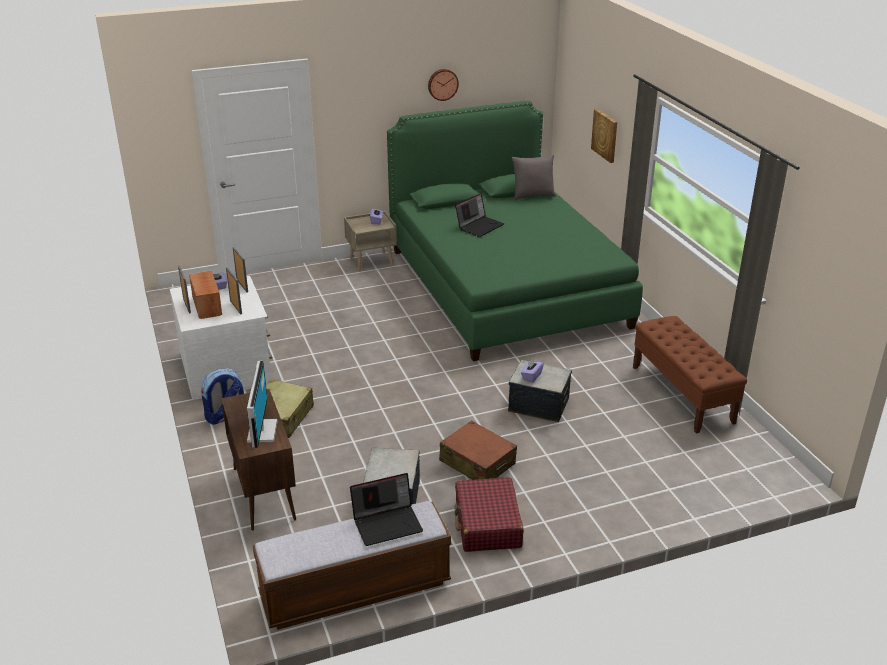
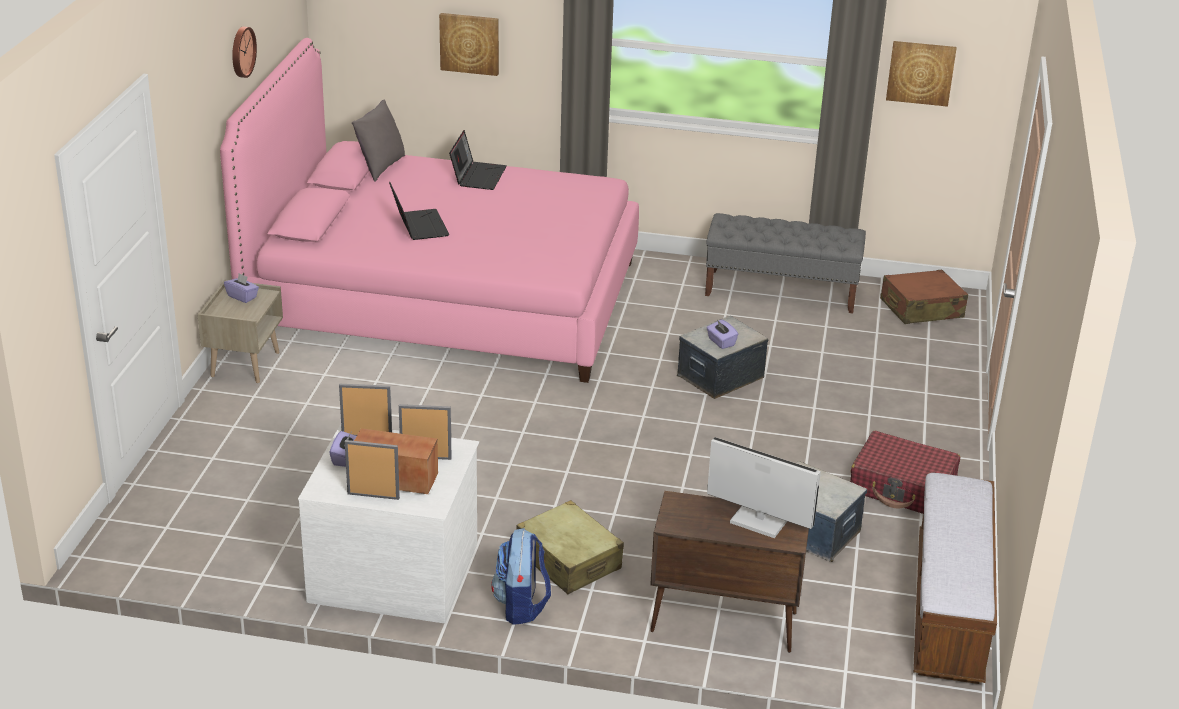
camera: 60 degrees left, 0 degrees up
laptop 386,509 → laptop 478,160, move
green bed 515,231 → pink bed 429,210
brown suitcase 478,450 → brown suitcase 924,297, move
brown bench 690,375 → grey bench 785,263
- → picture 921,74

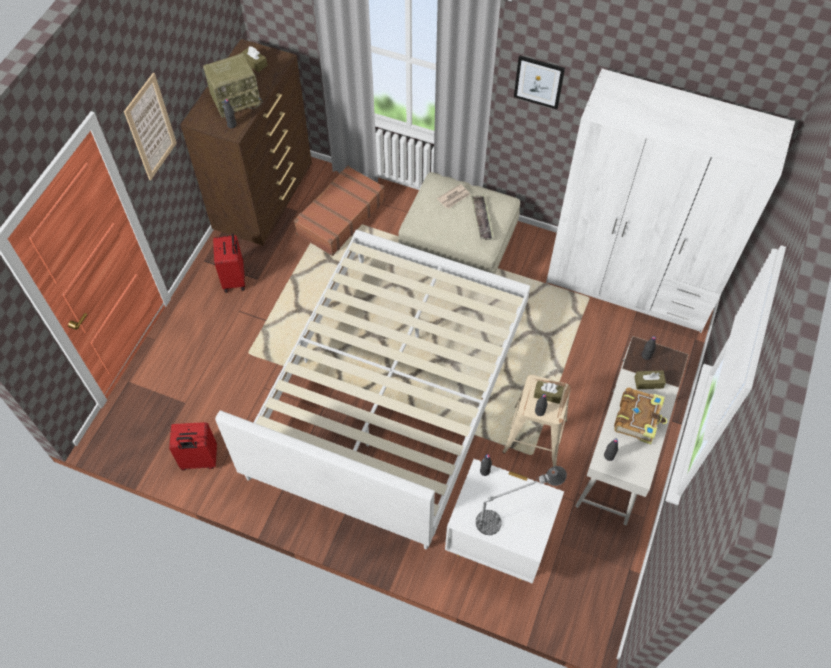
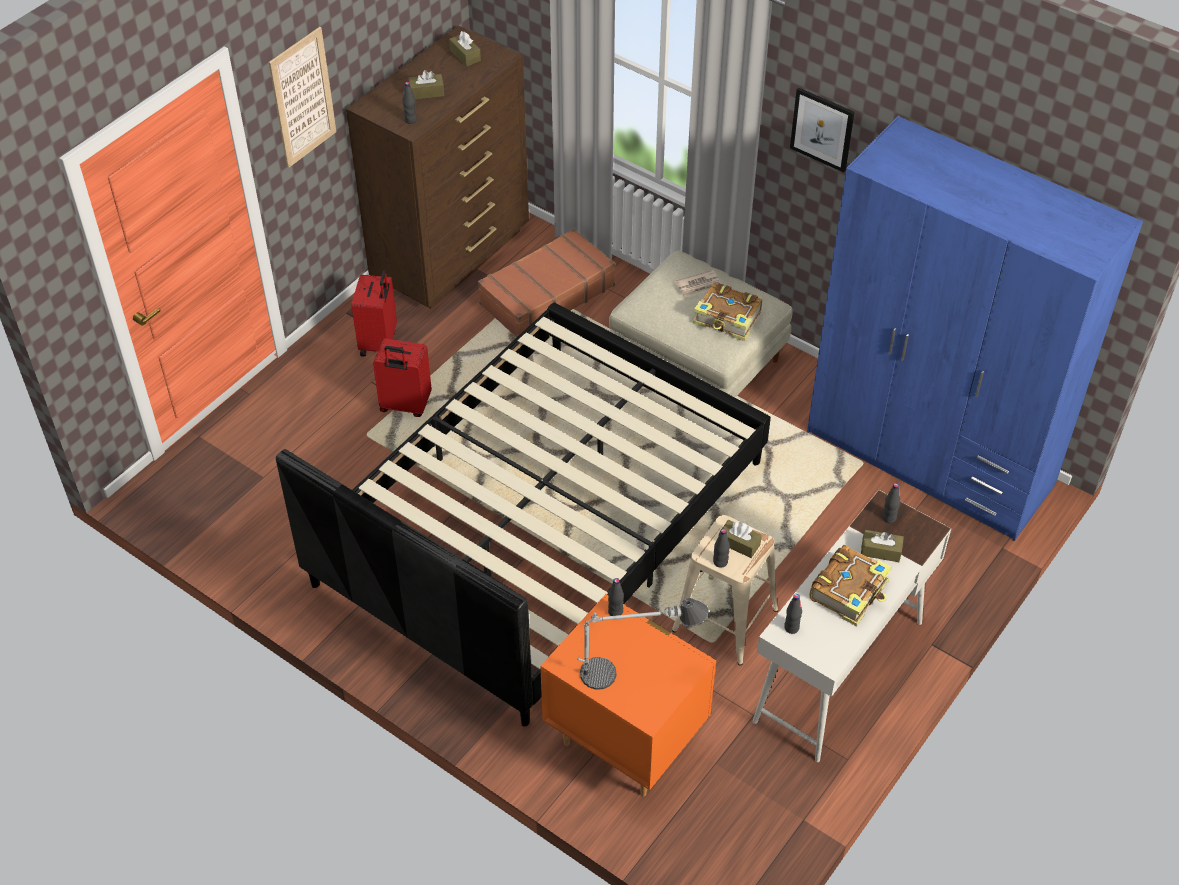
camera: 15 degrees right, 10 degrees down
red suitcase 193,446 → red suitcase 402,378, move
radio 233,85 → brown tissue box 426,84
white bed 372,389 → black bed 523,514
white nightstand 504,521 → orange nightstand 628,695
tray 482,217 → book 727,312
white wardrobe 670,200 → blue wardrobe 975,328

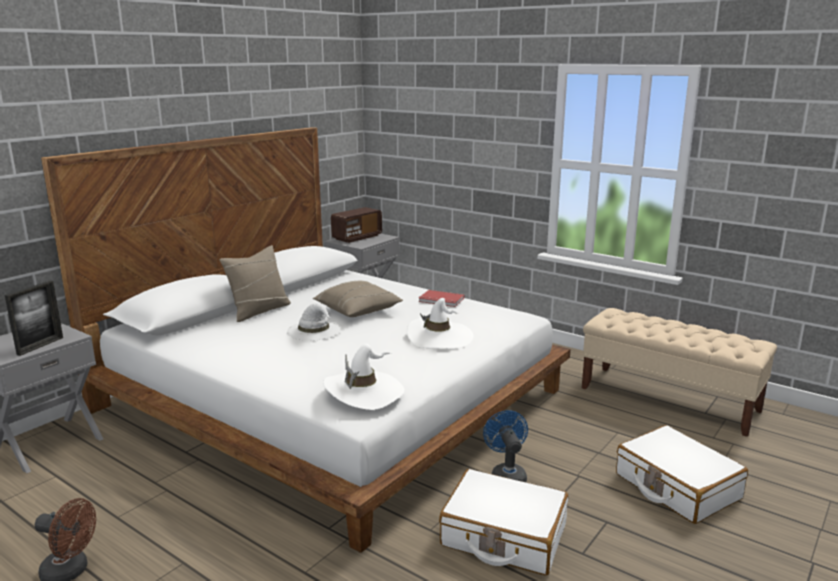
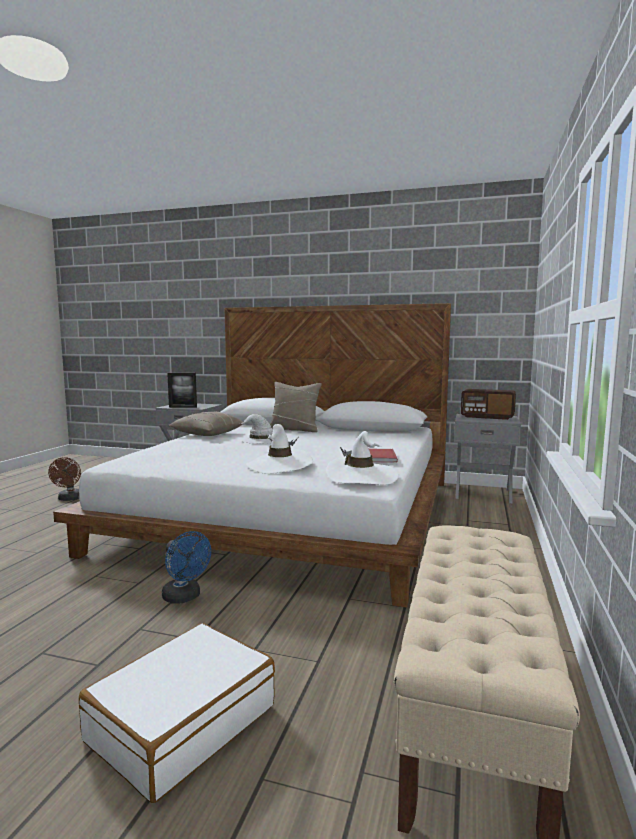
camera: 70 degrees right, 10 degrees down
beige pillow 358,298 → beige pillow 205,423, move
white hat 363,377 → white hat 362,458, move
white suitcase 503,522 → -
blue fan 505,446 → blue fan 186,567, 75 degrees clockwise

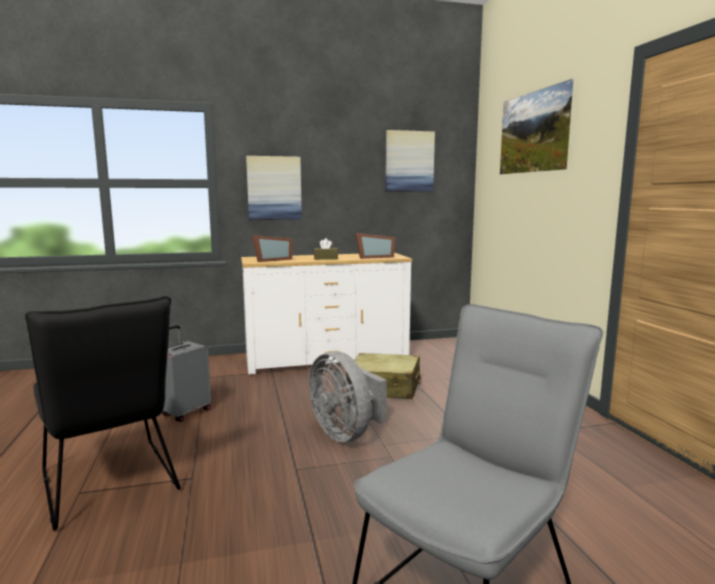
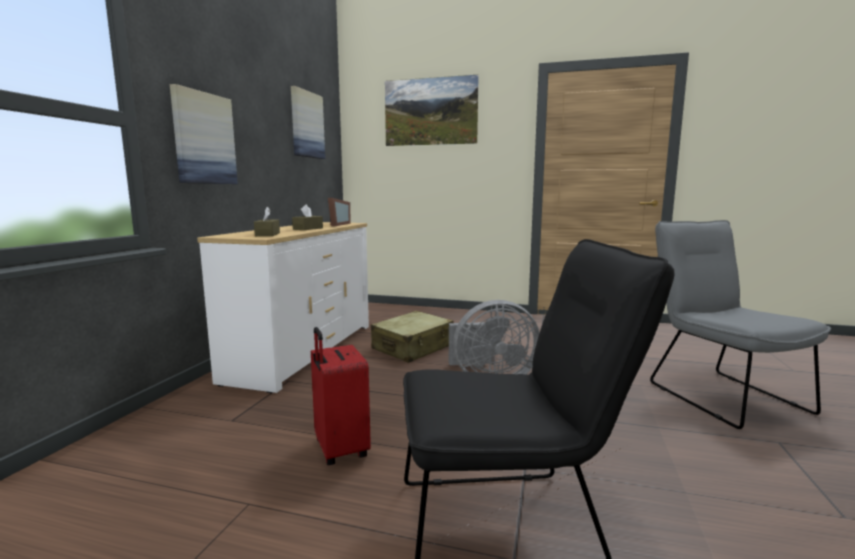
camera: 60 degrees left, 0 degrees up
grey suitcase 186,373 → red suitcase 341,396
picture frame 272,248 → brown tissue box 267,221

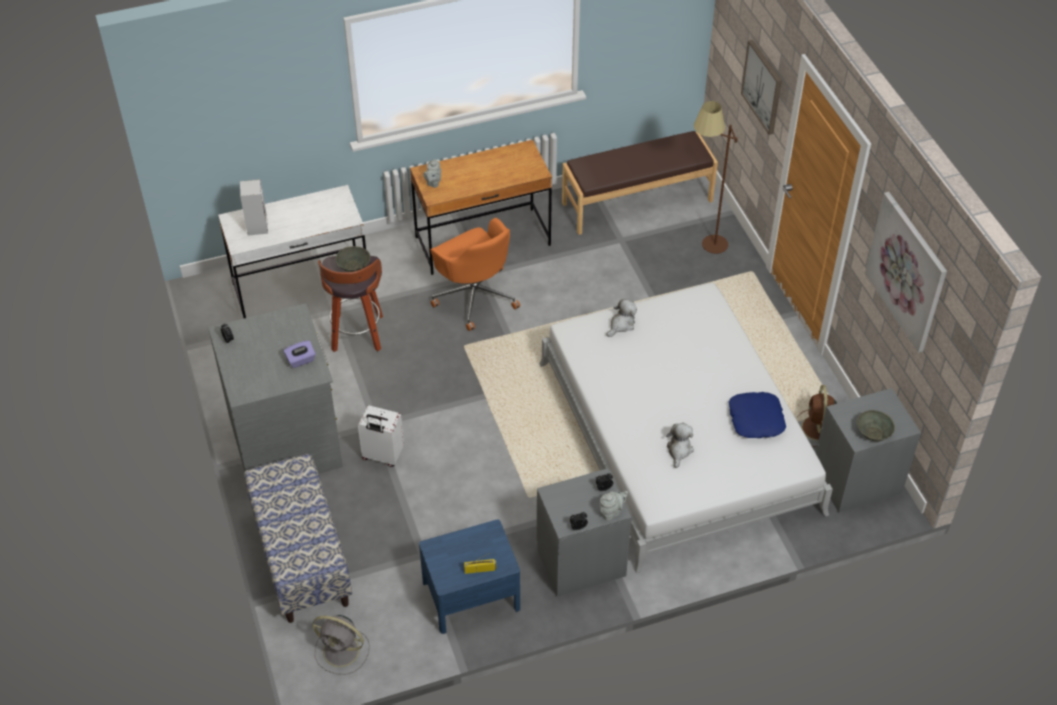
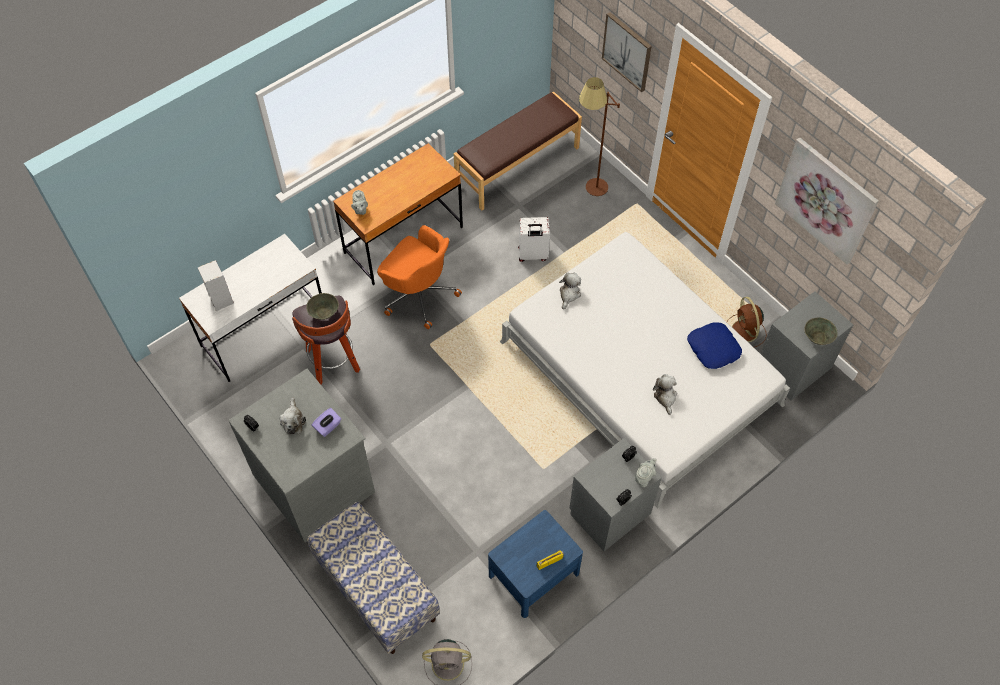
camera: 20 degrees left, 10 degrees up
white suitcase 381,436 → white suitcase 534,239, move
- → plush toy 292,416

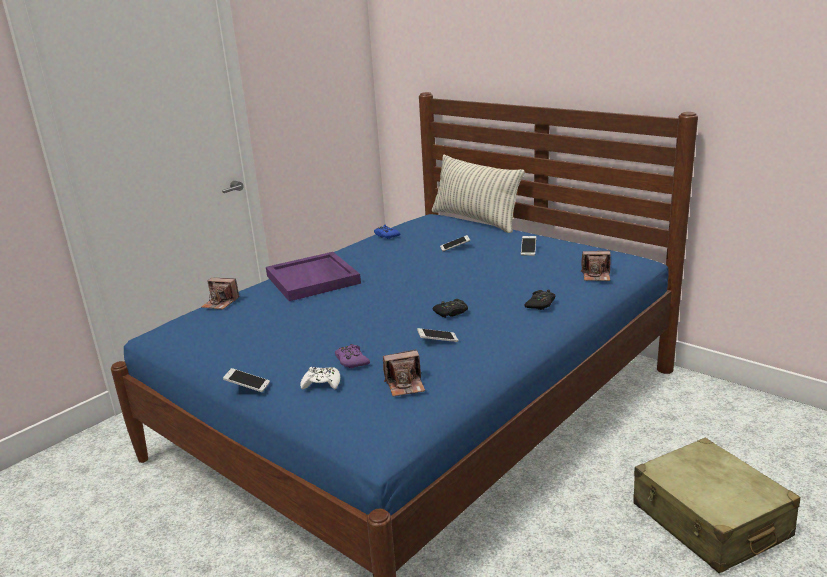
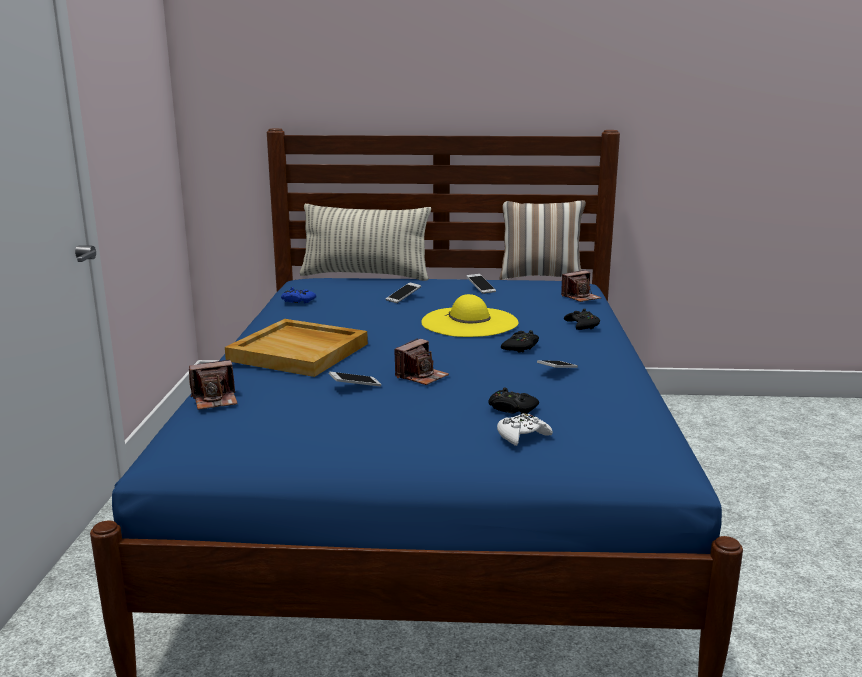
camera: 40 degrees left, 5 degrees down
phone 246,380 → phone 355,379, move
purple tray 313,276 → beige tray 296,348
purple game controller 352,356 → black game controller 513,401
photo camera 404,373 → photo camera 421,361, move
beige suitcase 716,505 → -
- → yellow hat 469,315
- → pillow 543,240

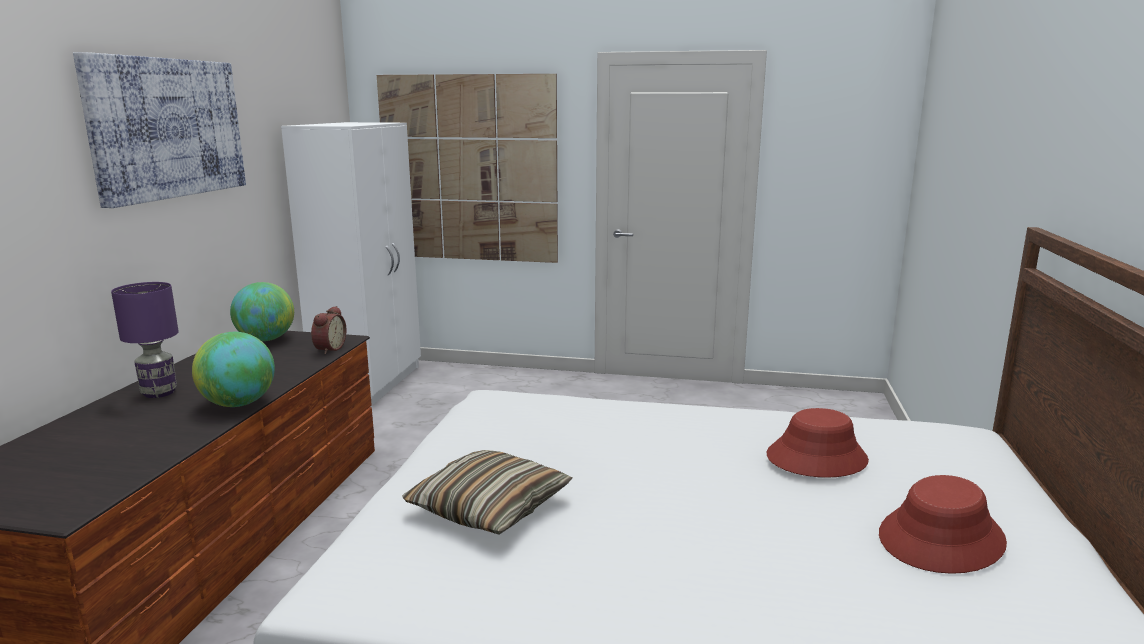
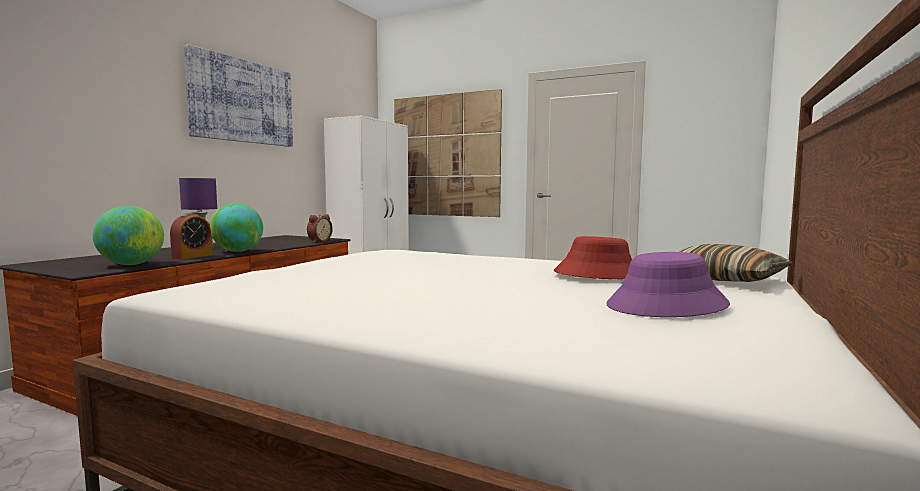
camera: 15 degrees right, 10 degrees down
globe 262,311 → globe 128,235, move
pillow 487,492 → pillow 735,263, move
red hat 943,524 → purple hat 668,284
- → alarm clock 191,236

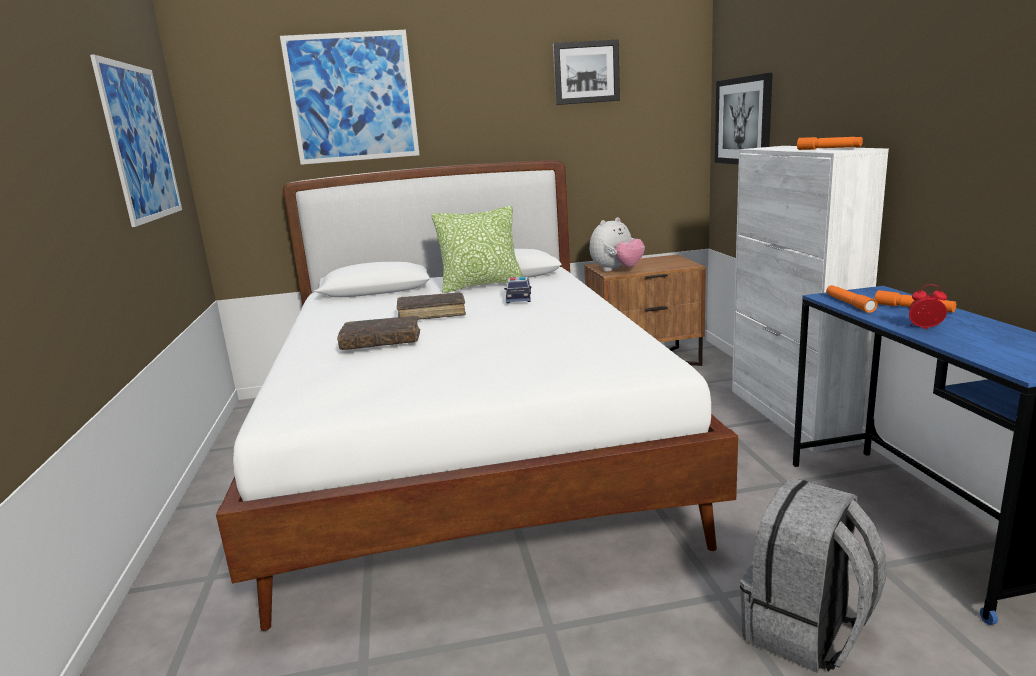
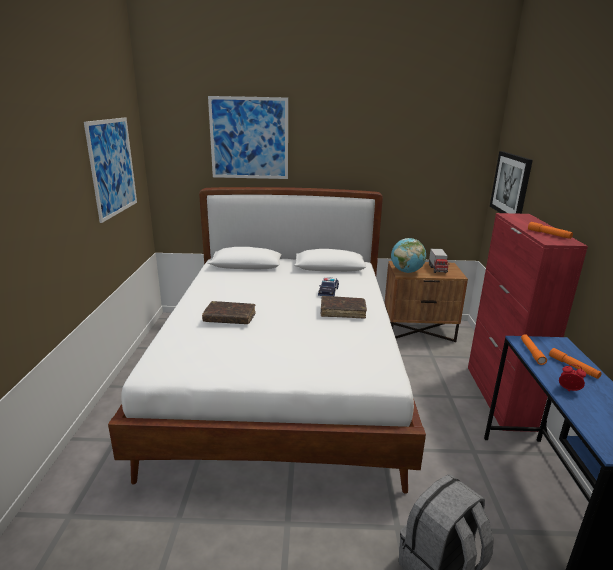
camera: 10 degrees right, 5 degrees up
brown book 431,306 → brown book 344,307, move
pillow 477,249 → -
picture 586,72 → -
plush toy 617,244 → globe 408,255
white cabinet 810,299 → red cabinet 528,322
- → toy truck 439,261

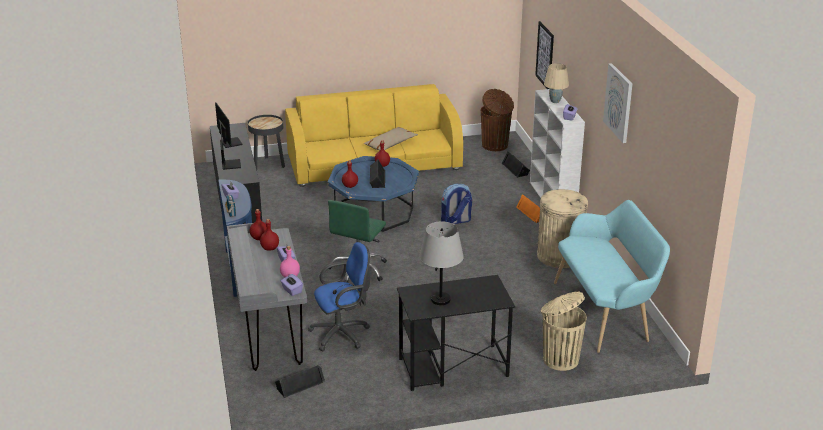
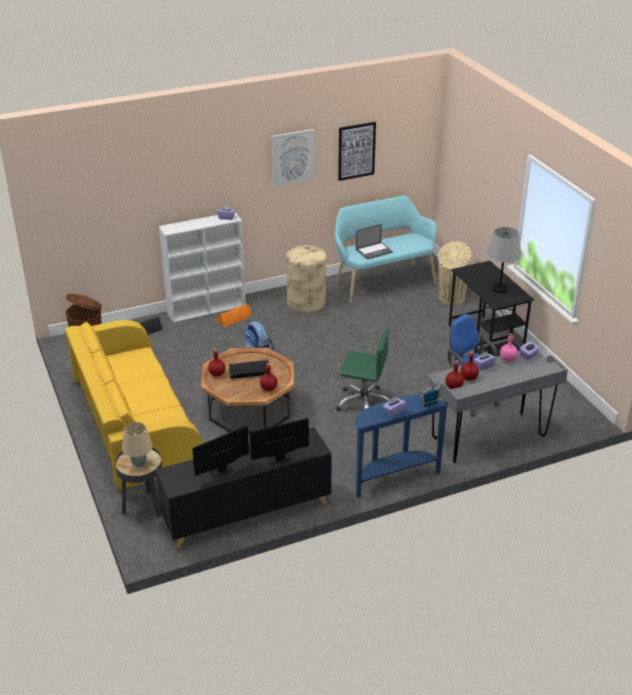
camera: 100 degrees left, 5 degrees up
black speaker 300,381 → -
blue coffee table 373,194 → brown coffee table 247,391
beige pillow 390,139 → -
picture 544,55 → picture 357,151, move
beige table lamp 556,83 → beige table lamp 137,444, move
- → laptop 374,242

